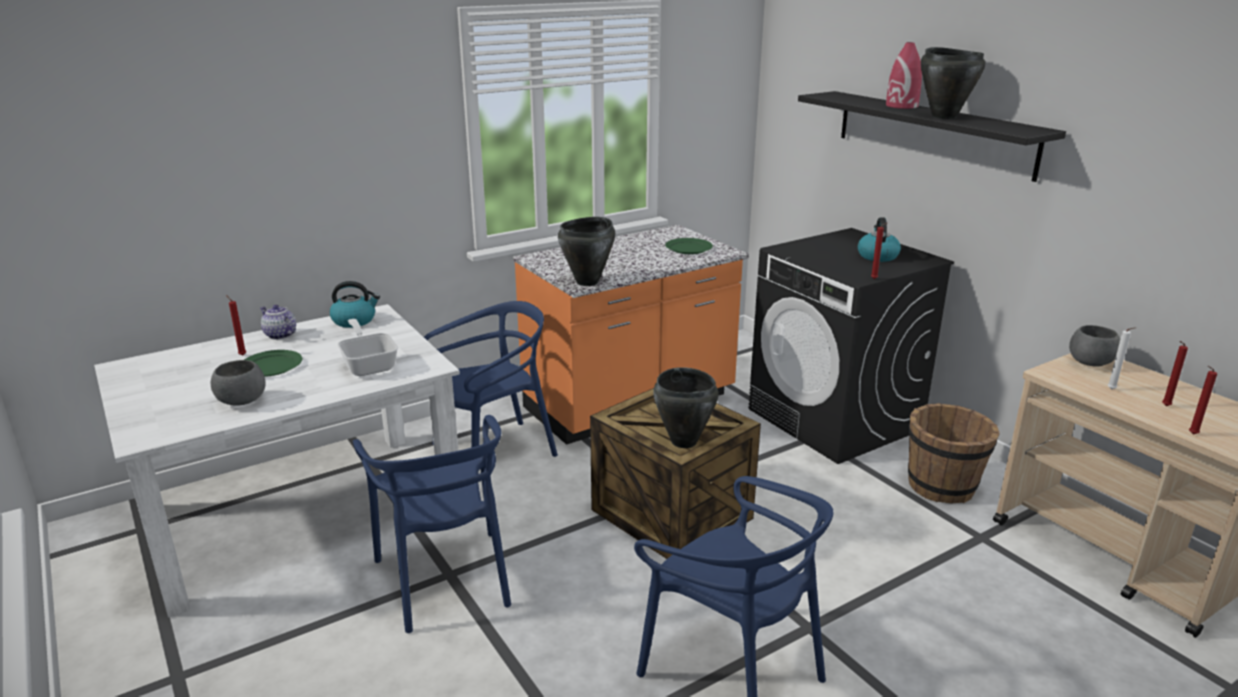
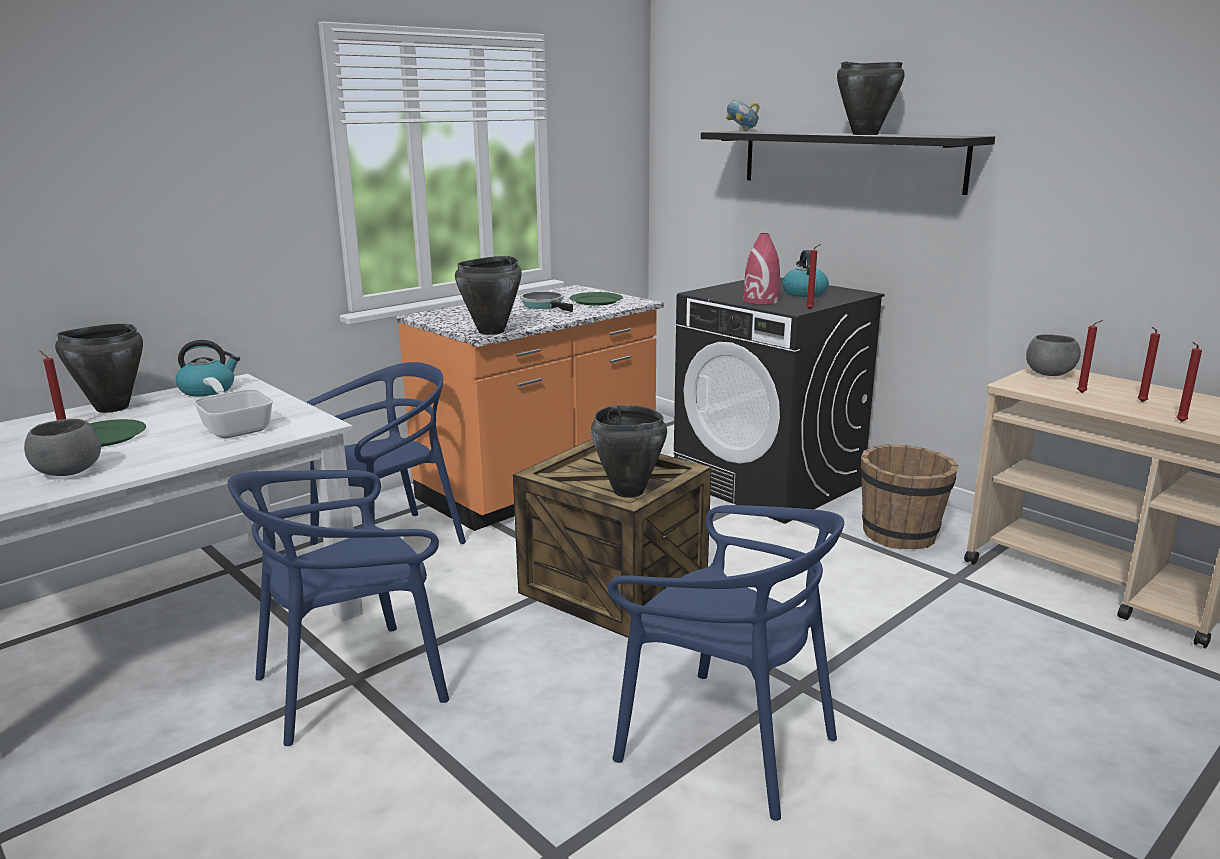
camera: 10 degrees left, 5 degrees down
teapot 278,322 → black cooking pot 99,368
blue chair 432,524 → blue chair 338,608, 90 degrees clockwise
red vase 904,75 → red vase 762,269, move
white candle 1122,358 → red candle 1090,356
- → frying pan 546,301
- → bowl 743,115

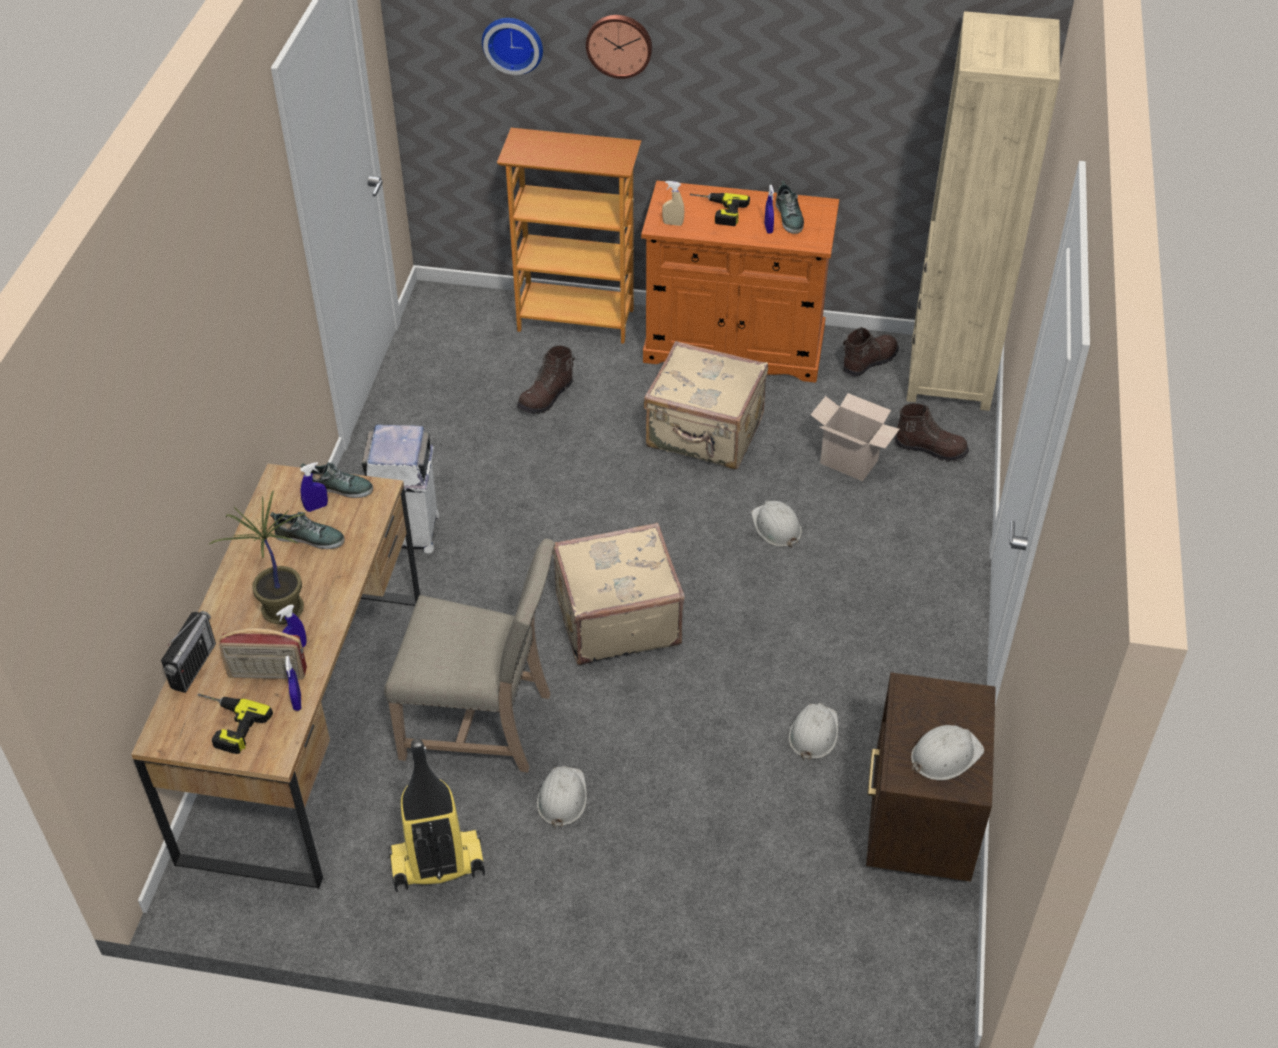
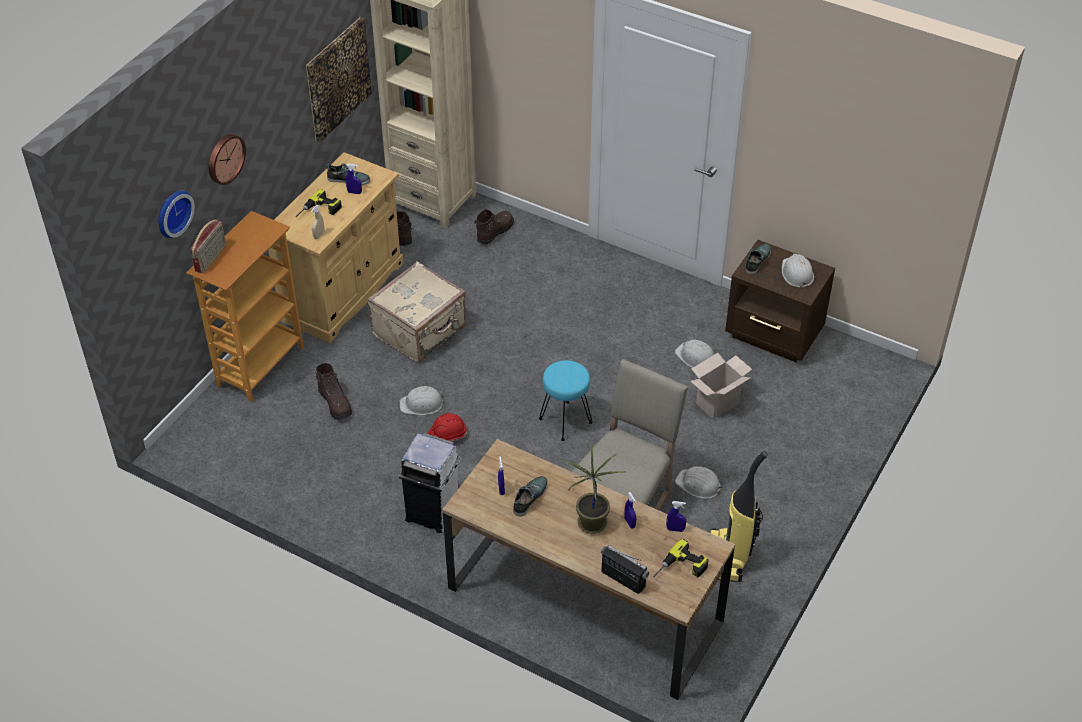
camera: 70 degrees left, 0 degrees up
radio 263,654 → radio 208,246, move
shoe 337,480 → shoe 758,259, move
beige suitcase 618,594 → turquoise stool 566,400
orange cabinet 740,282 → beige cabinet 336,247
white hard hat 776,524 → white hard hat 422,400, move
cardboard box 855,437 → cardboard box 721,386, move
- → picture 339,79
- → red hard hat 447,427

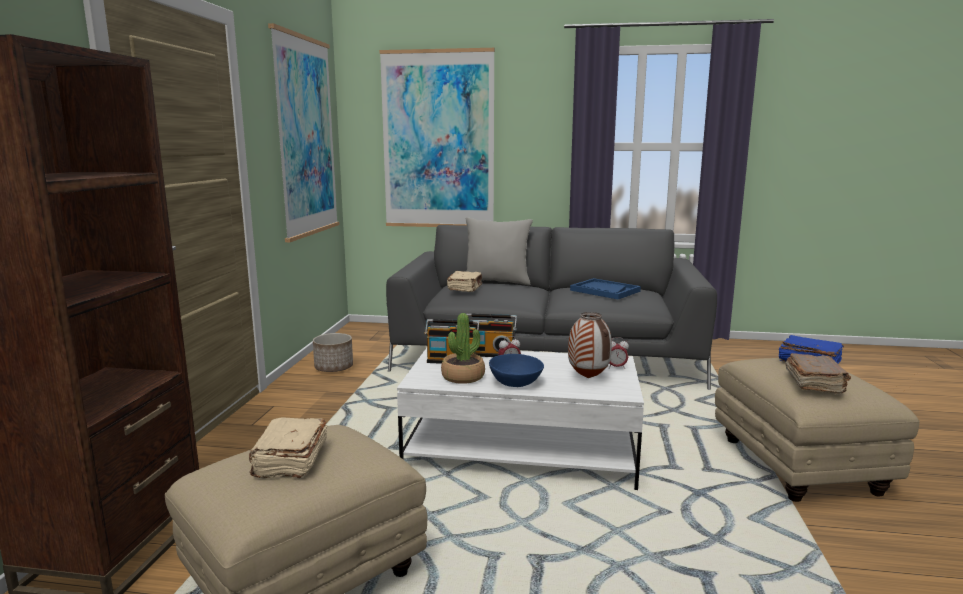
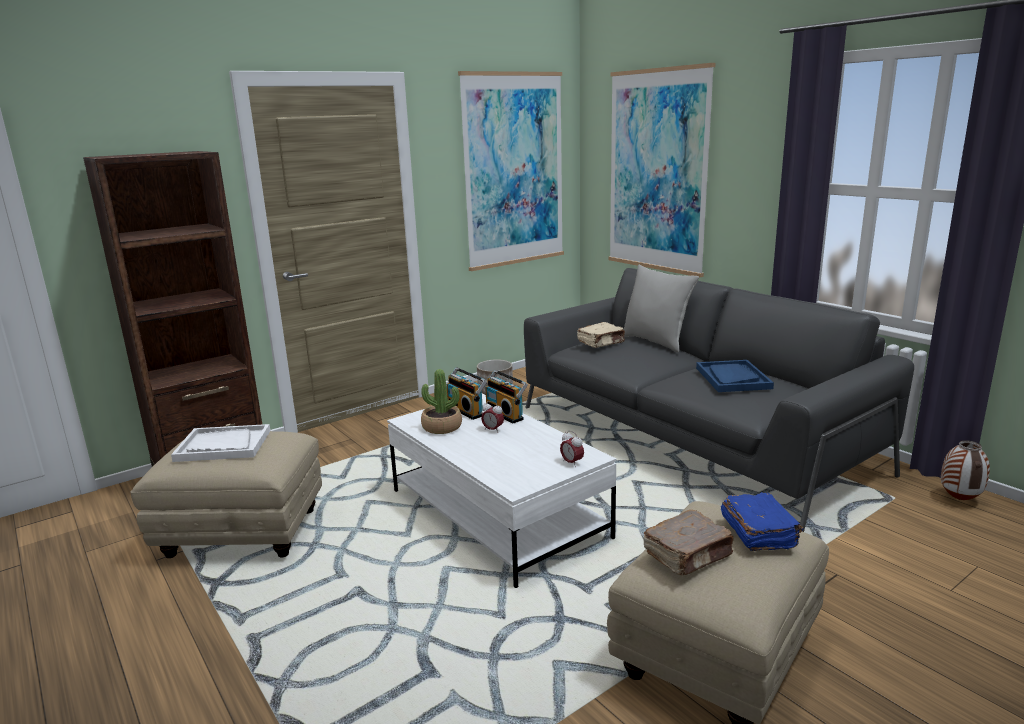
camera: 45 degrees right, 5 degrees up
beige book 288,448 → white tray 221,443
blue bowl 516,370 → -
vase 590,345 → vase 965,470, move

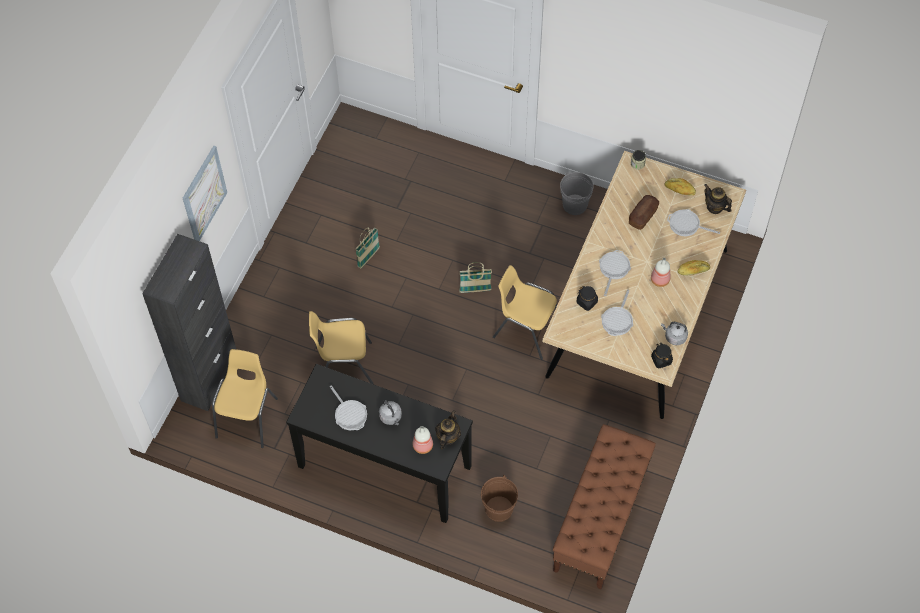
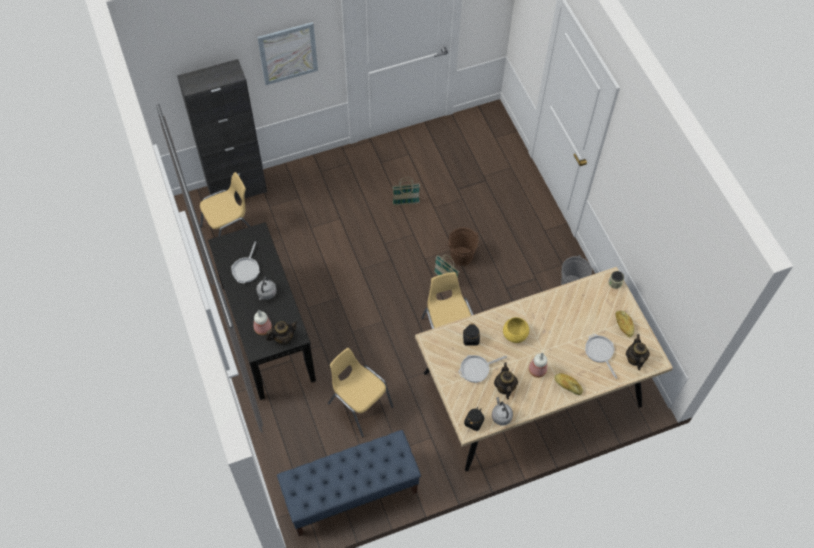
camera: 45 degrees right, 0 degrees up
yellow chair 341,347 → yellow chair 360,392, move
brown bucket 499,498 → brown bucket 463,247, move
brown bench 604,507 → blue bench 349,483
frying pan 615,273 → yellow bowl 516,330
bread 644,212 → -
- → teapot 506,380

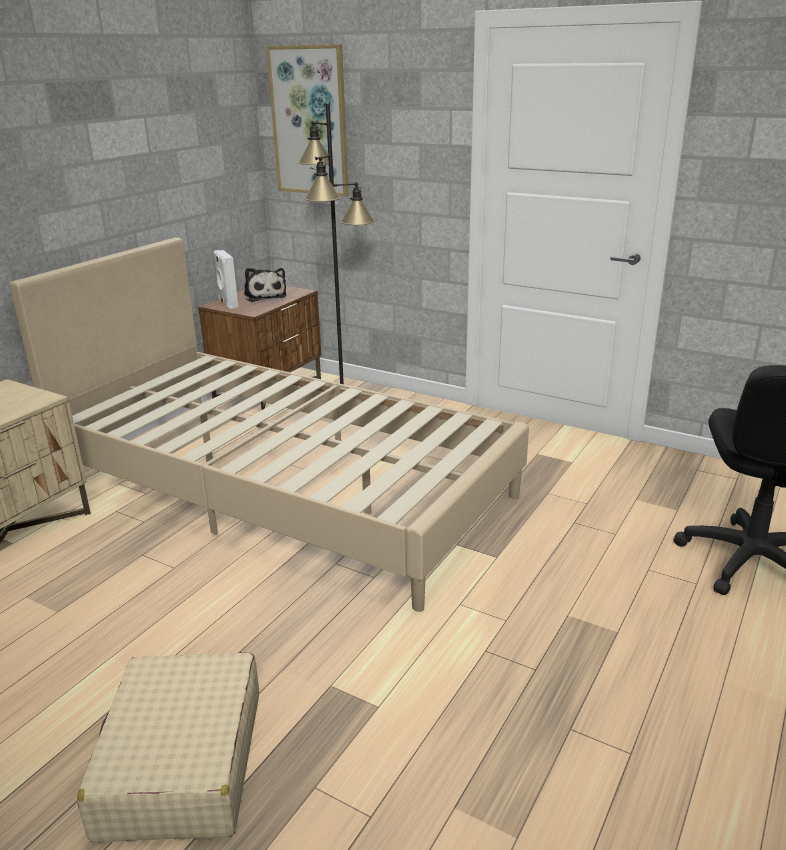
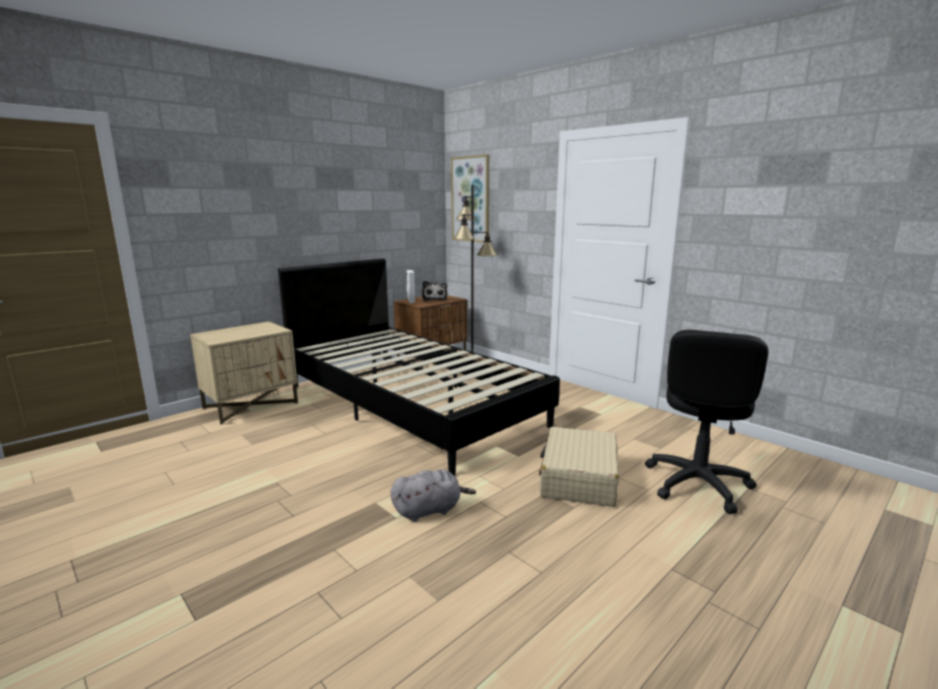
camera: 15 degrees right, 10 degrees down
beige bed 269,424 → black bed 419,367
beige suitcase 168,747 → beige suitcase 579,467, move
- → grey plush toy 433,496

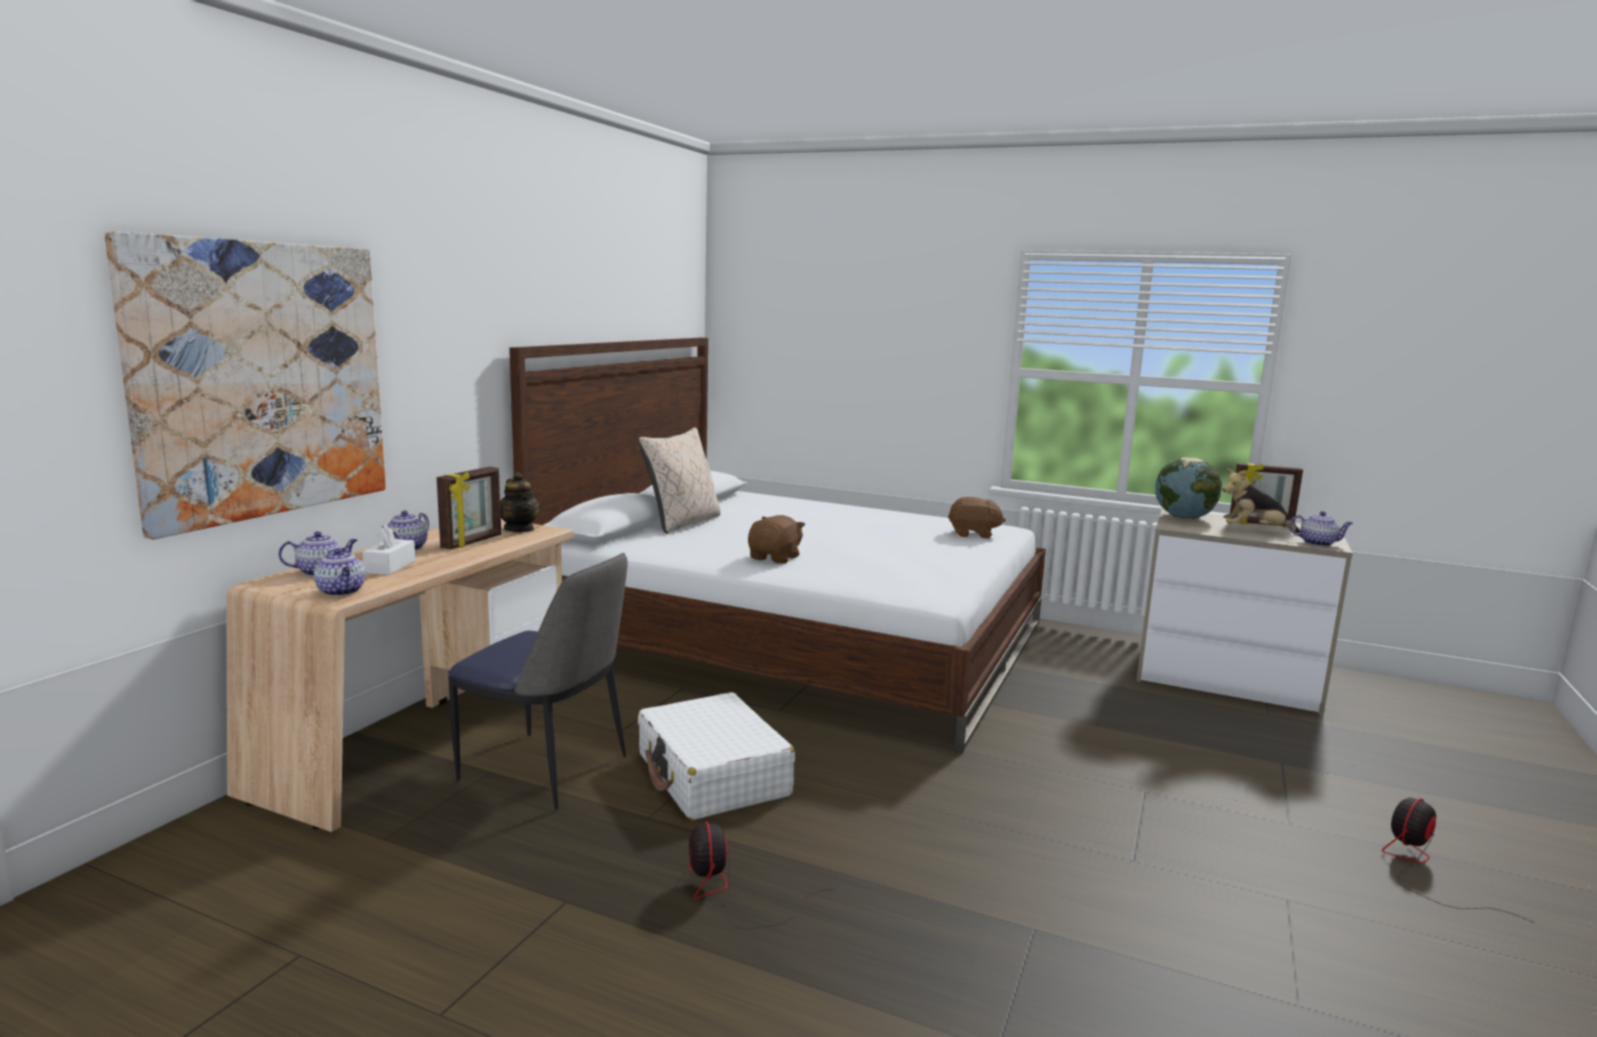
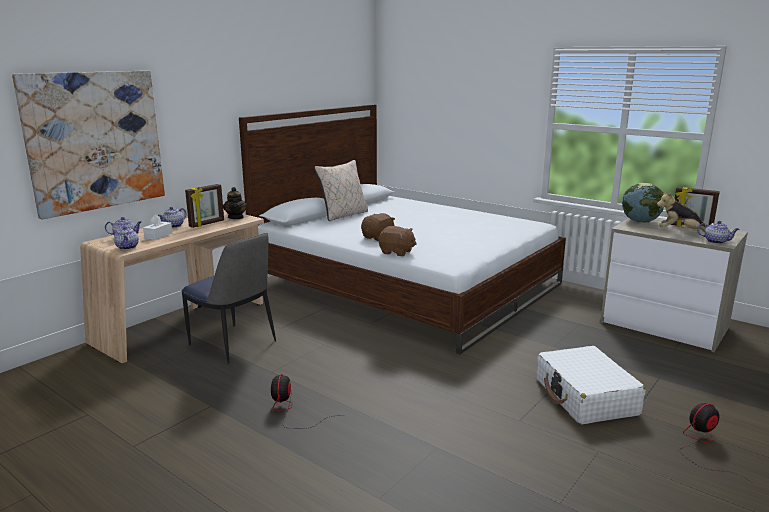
camera: 15 degrees right, 5 degrees up
white suitcase 716,756 → white suitcase 591,385, move
brown plush toy 977,518 → brown plush toy 397,241, move

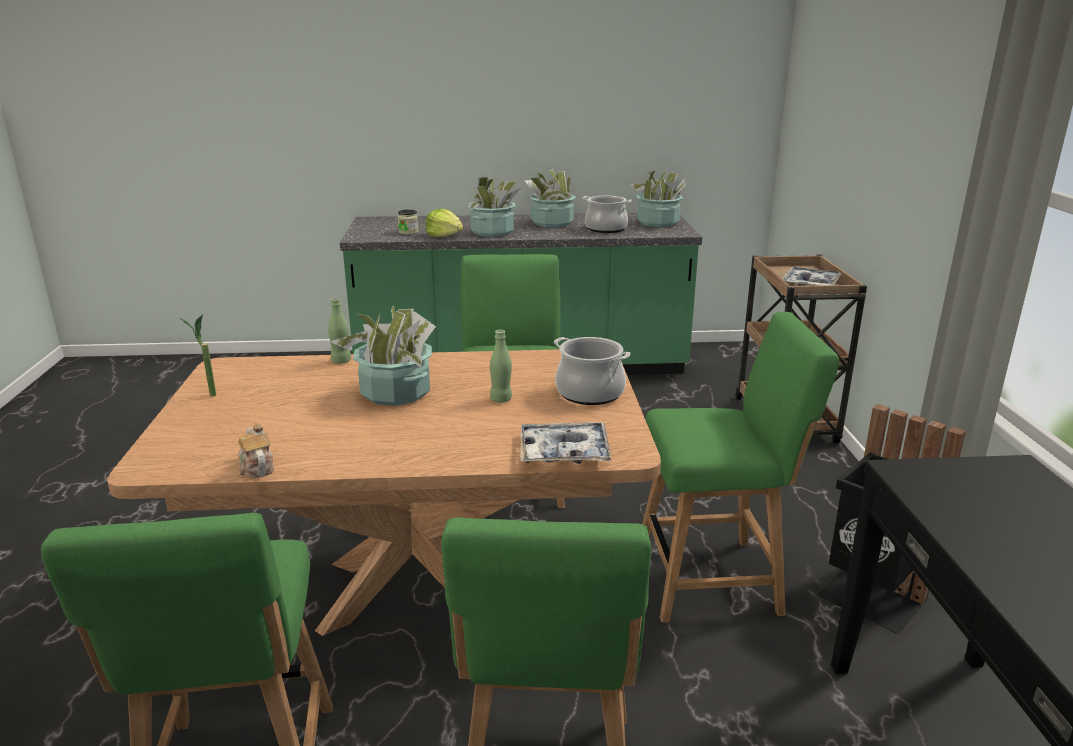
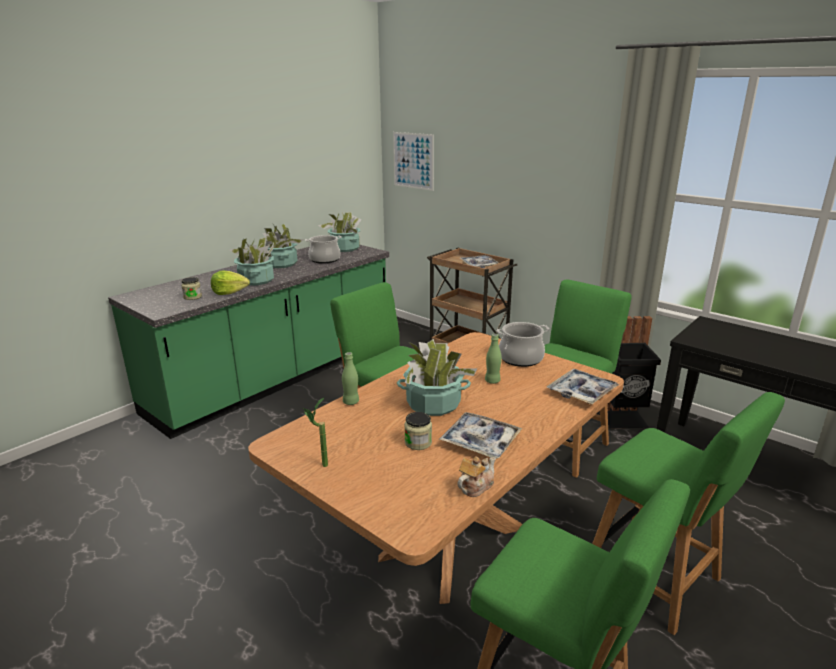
camera: 45 degrees left, 0 degrees up
teapot 256,450 → teapot 476,477, 120 degrees clockwise
- → picture 413,161
- → jar 418,431
- → tray 480,435

